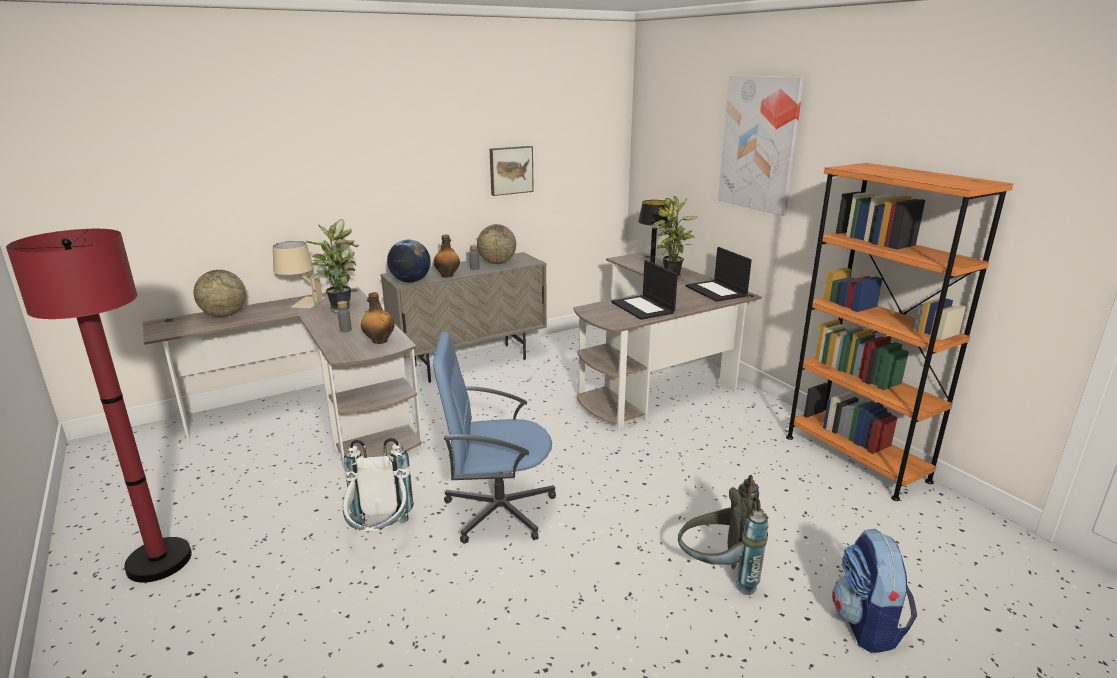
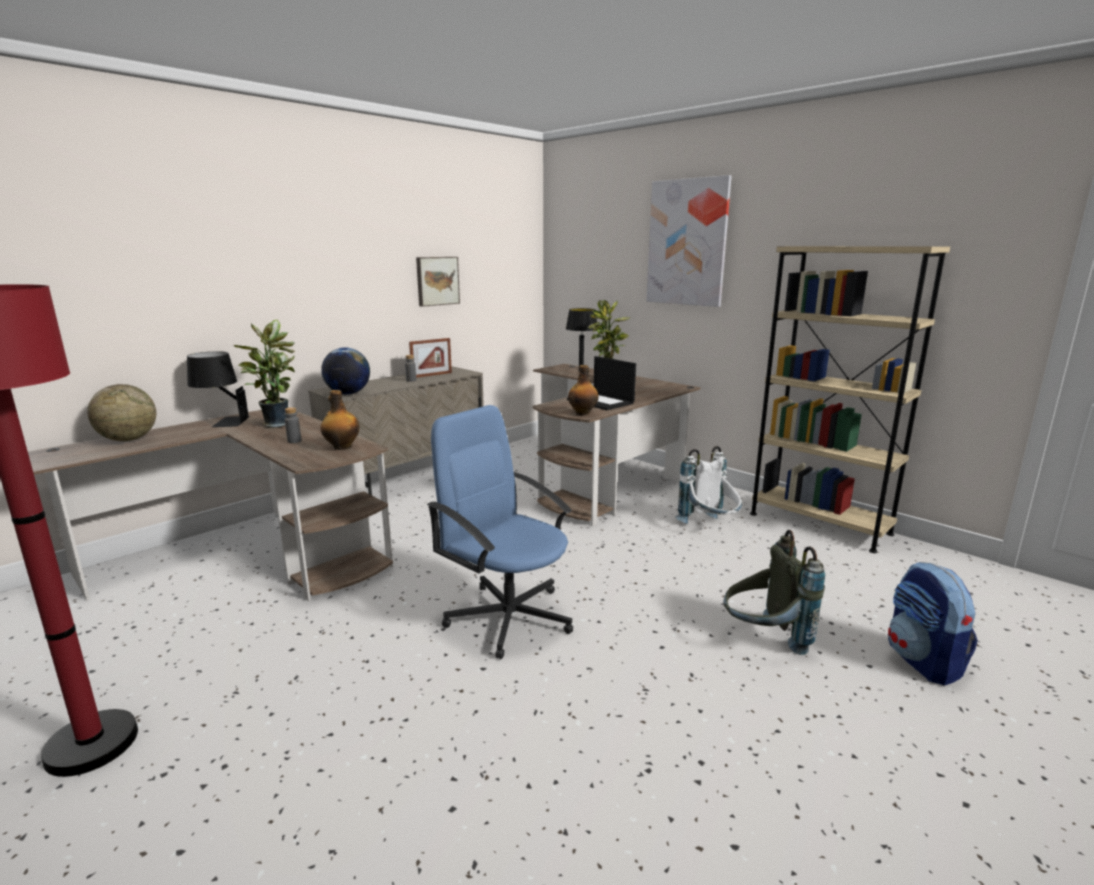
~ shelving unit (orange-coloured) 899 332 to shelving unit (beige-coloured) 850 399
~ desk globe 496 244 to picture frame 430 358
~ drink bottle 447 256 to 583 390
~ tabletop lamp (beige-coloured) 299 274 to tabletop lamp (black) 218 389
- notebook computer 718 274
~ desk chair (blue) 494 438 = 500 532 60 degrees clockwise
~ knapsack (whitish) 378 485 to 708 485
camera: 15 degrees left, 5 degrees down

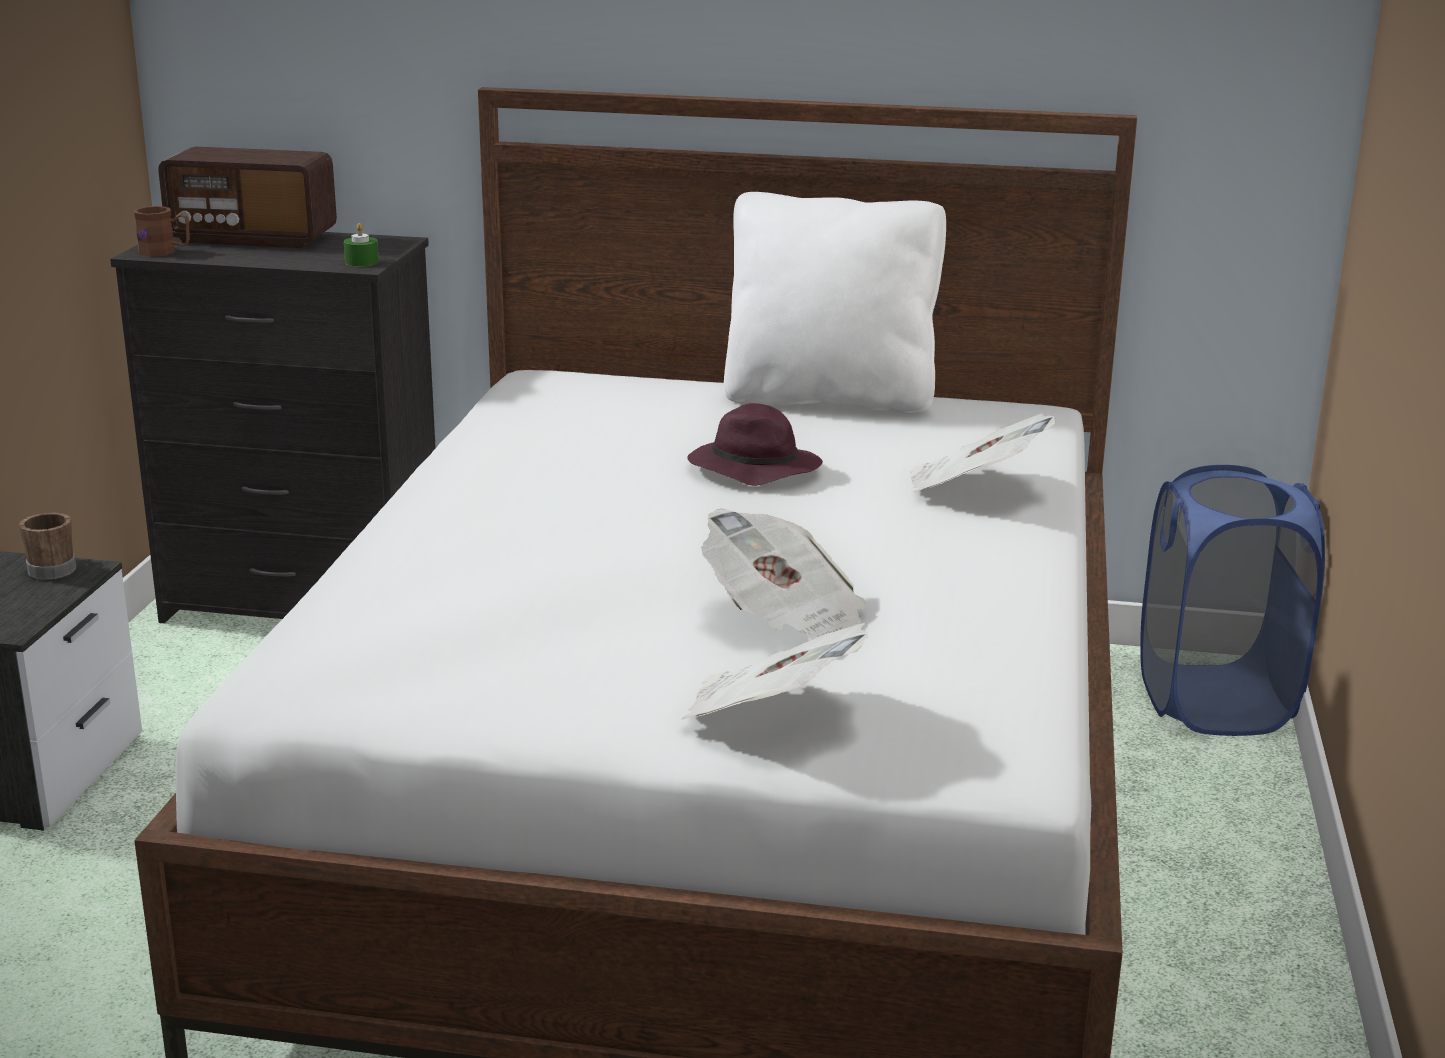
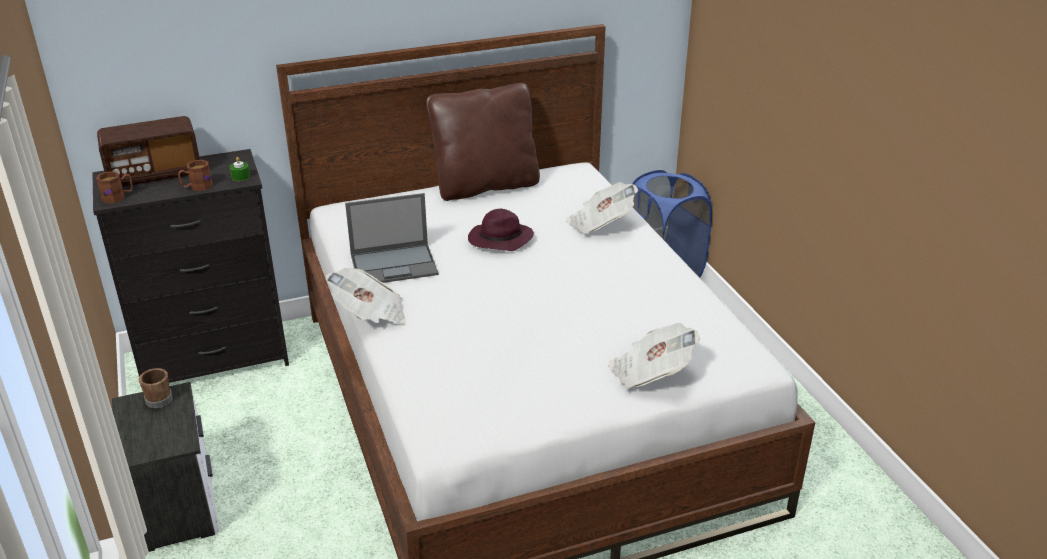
~ throw pillow (whitish) 835 303 to throw pillow (brown) 483 142
~ daily paper 784 574 to 366 296
+ coffee mug (brown) 195 175
+ notebook computer 391 238
camera: 30 degrees left, 10 degrees up

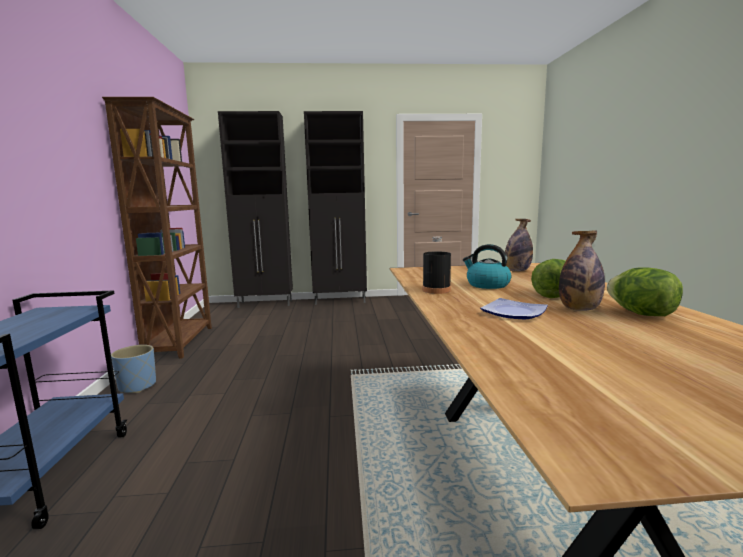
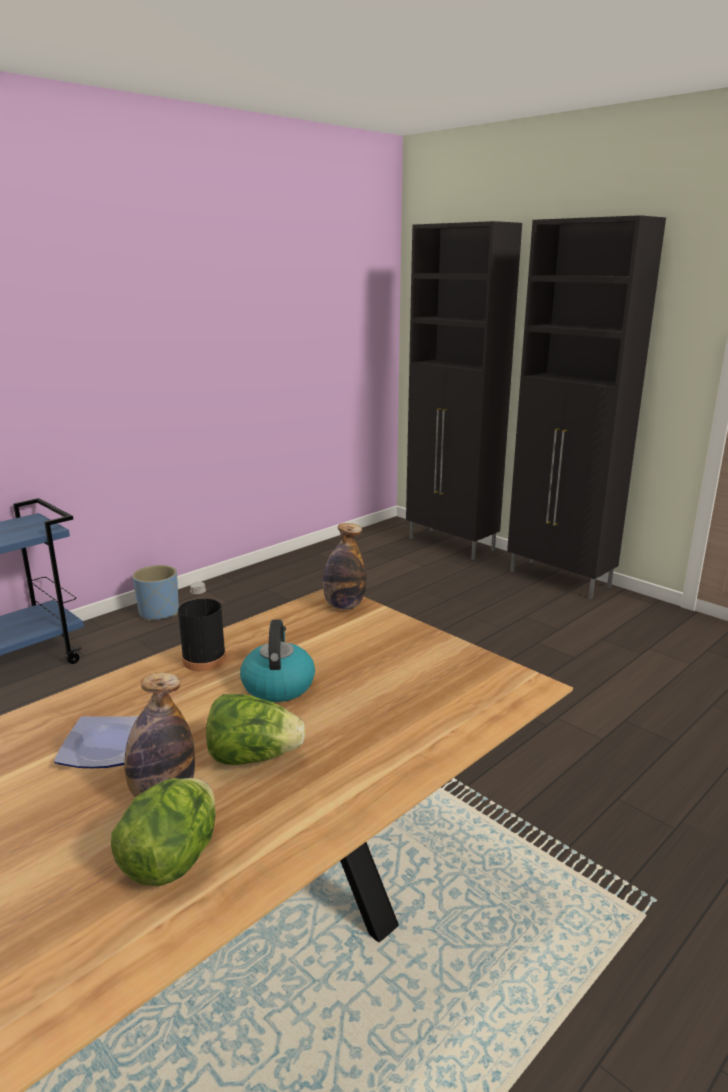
- shelving unit (brown) 157 228
~ drink bottle 519 245 to 345 566
camera: 50 degrees right, 10 degrees up

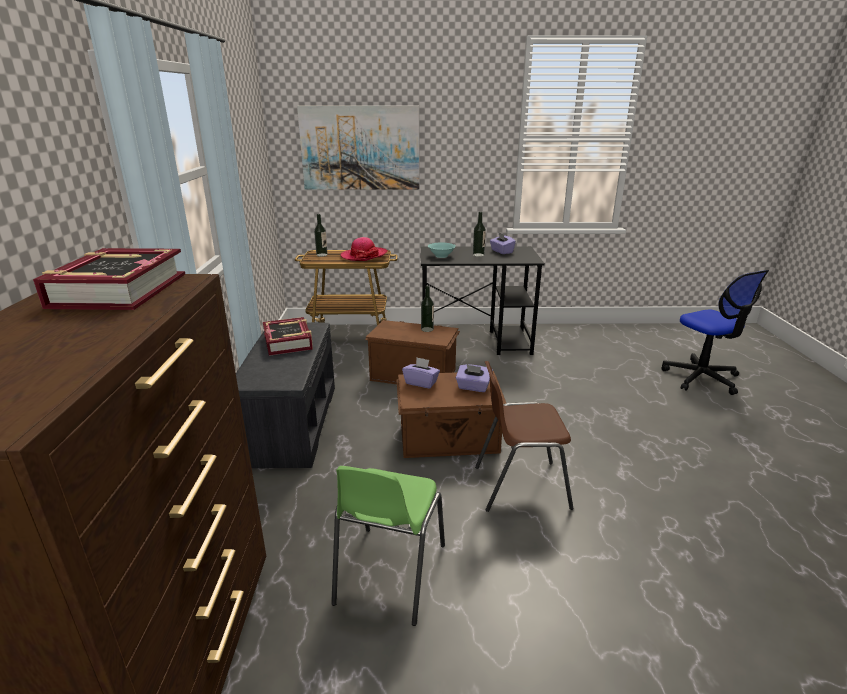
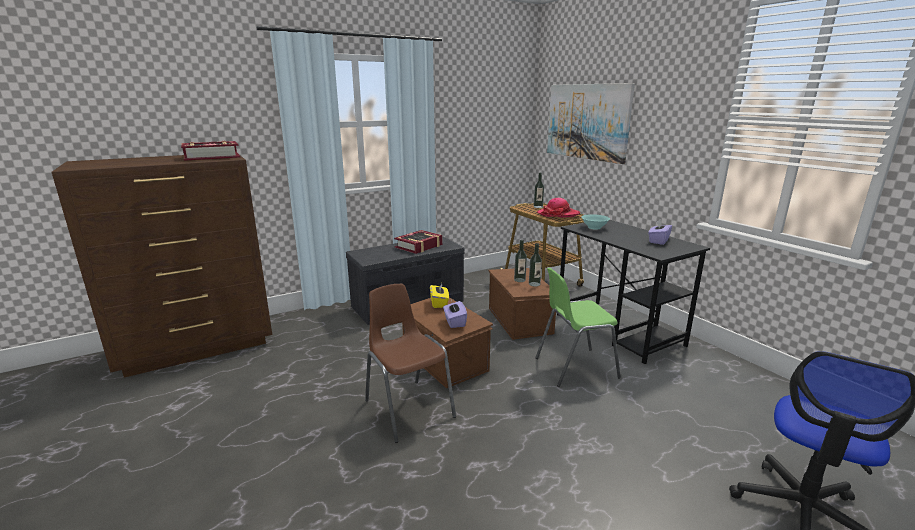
~ drink bottle 479 234 to 520 261
~ box of tissues (purple) 421 372 to box of tissues (yellowish) 439 295
~ chair (greenish) 388 546 to 578 327
camera: 60 degrees right, 5 degrees down

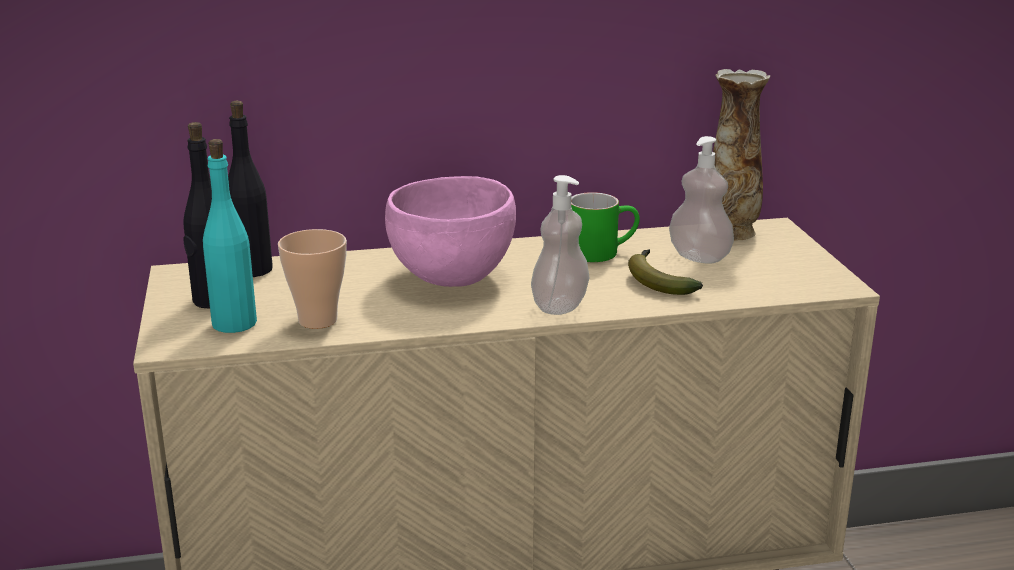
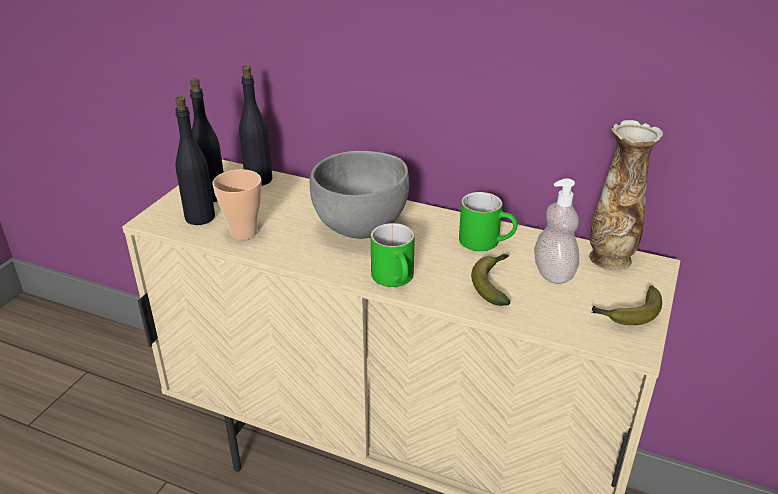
~ drink bottle (turquoise) 230 236 to drink bottle (black) 195 160
~ soap dispenser 560 245 to coffee mug (greenish) 393 255
~ deep dish (pinkish) 450 231 to deep dish (gray) 359 195
+ banana 627 305
camera: 35 degrees right, 10 degrees up

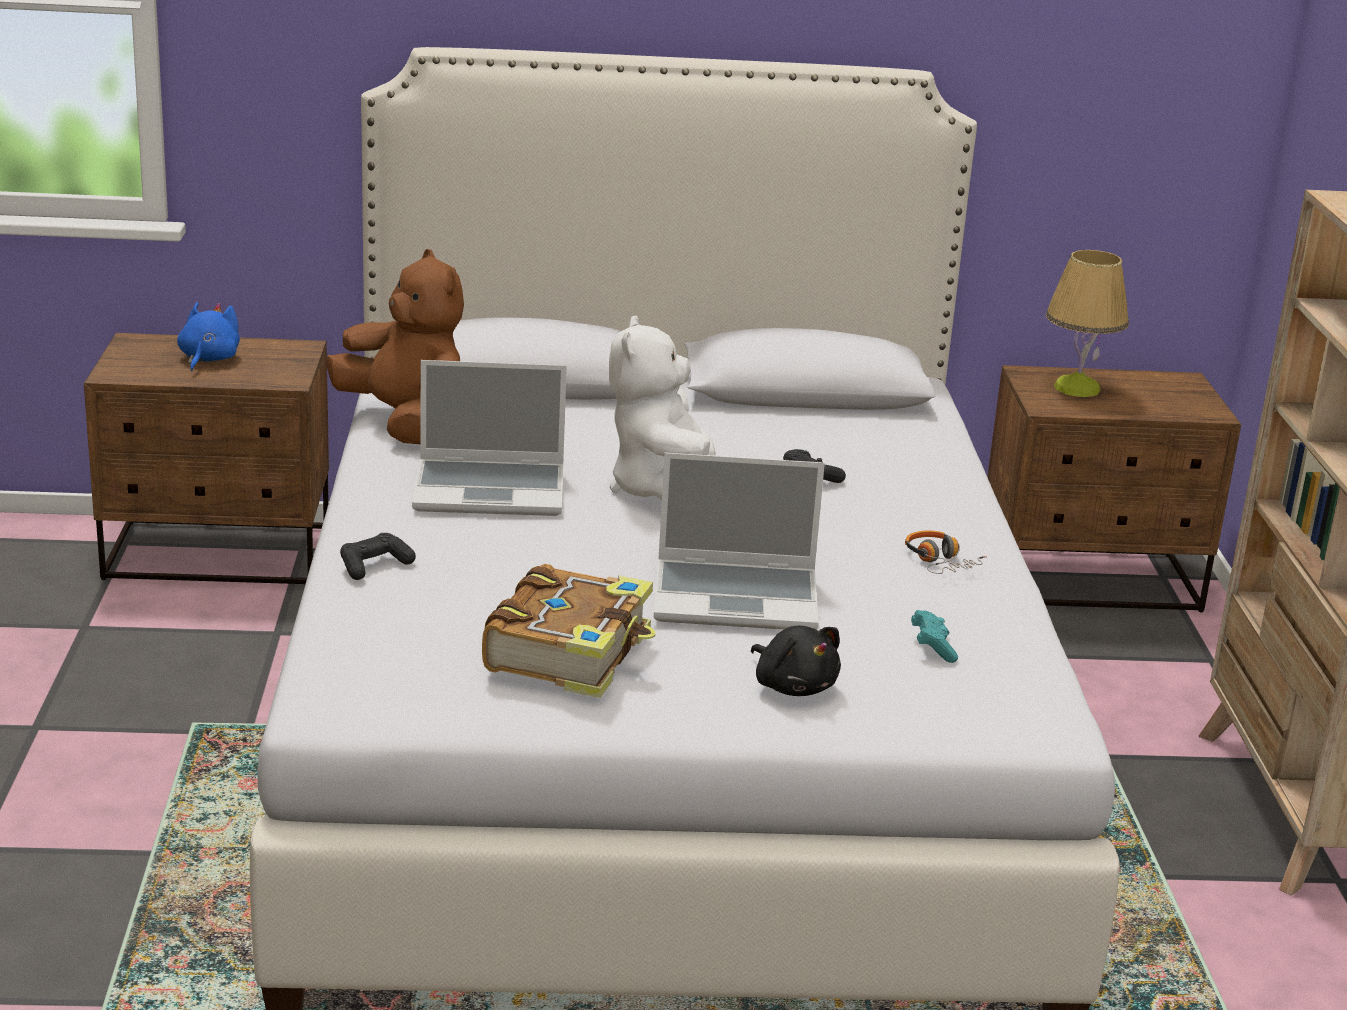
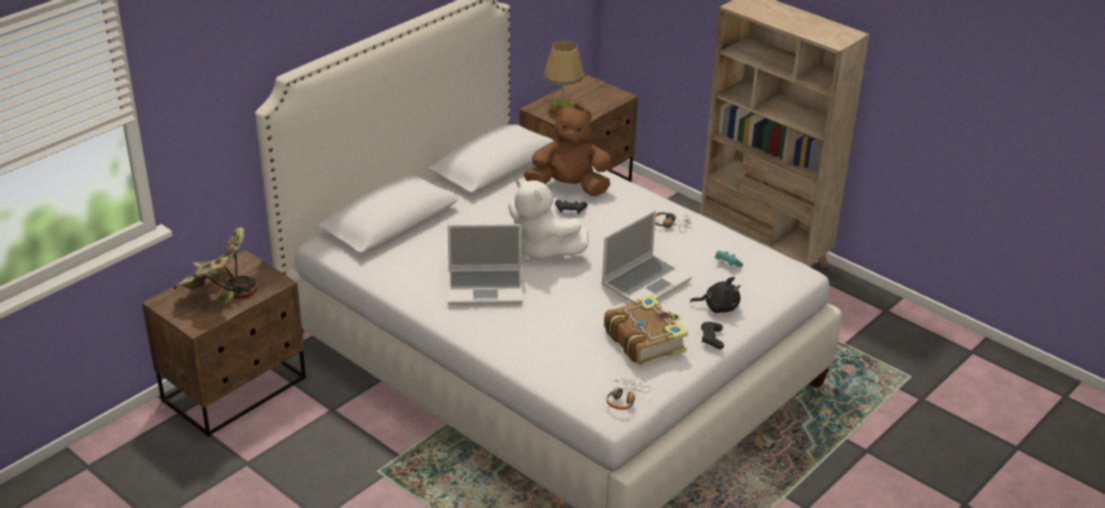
~ soft toy (brown) 394 346 to 567 150
~ soft toy (blue) 208 337 to plant in a pot 216 266
~ notebook computer 489 438 = 485 264 45 degrees clockwise
~ joypad (black) 378 556 to 712 335
+ headset 628 394
camera: 45 degrees left, 10 degrees up

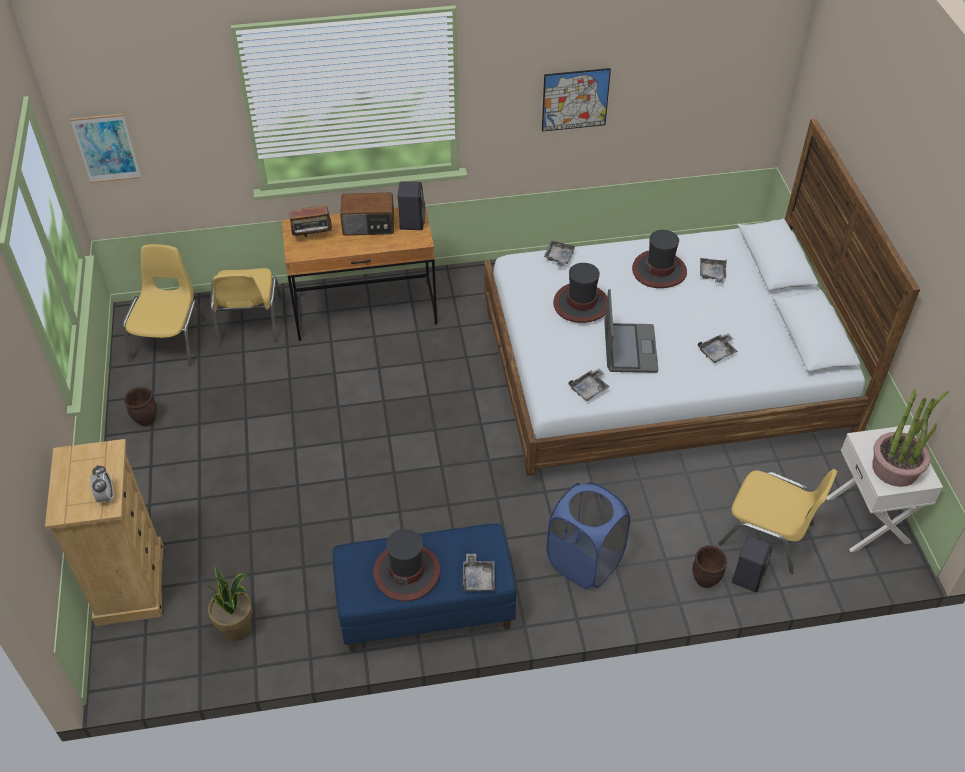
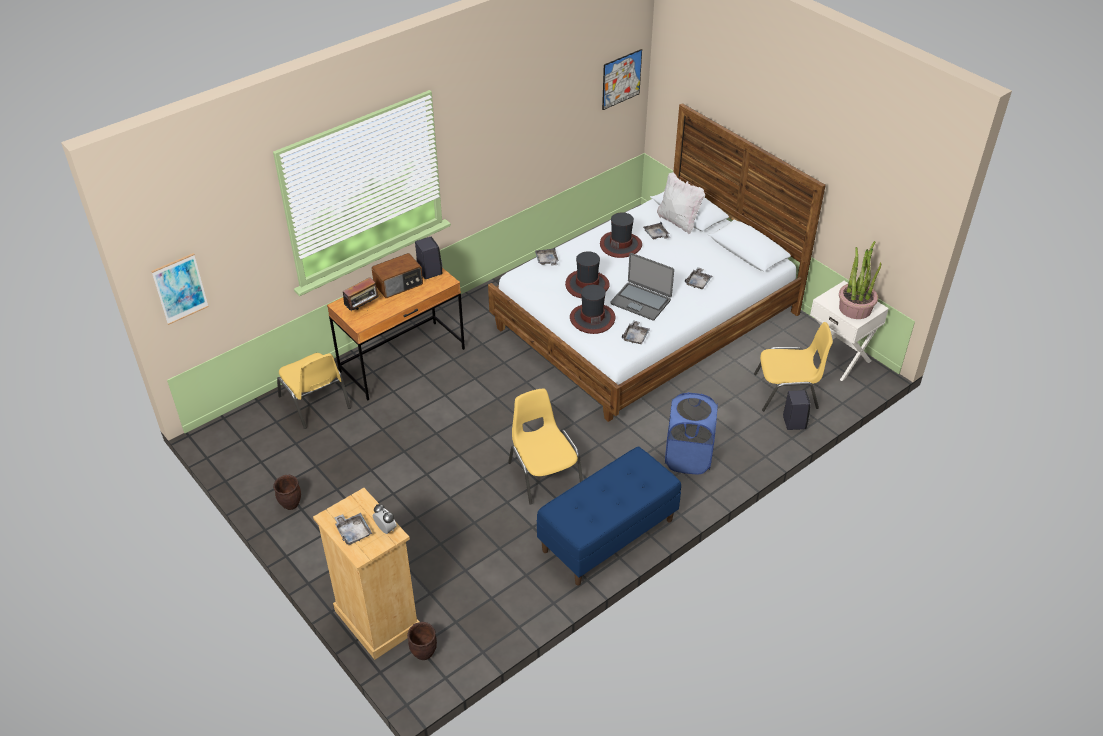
~ wall picture 576 100 to 622 79
~ chair (yellowish) 164 305 to 545 447
~ notebook computer 631 331 = 642 287 150 degrees clockwise
~ clothing hat 406 565 to 592 309
~ flower pot (brown) 709 566 to 422 641
~ tray (gray) 479 573 to 353 529
- plant in a pot 229 604
+ throw pillow (whitish) 681 203
camera: 30 degrees left, 5 degrees down

